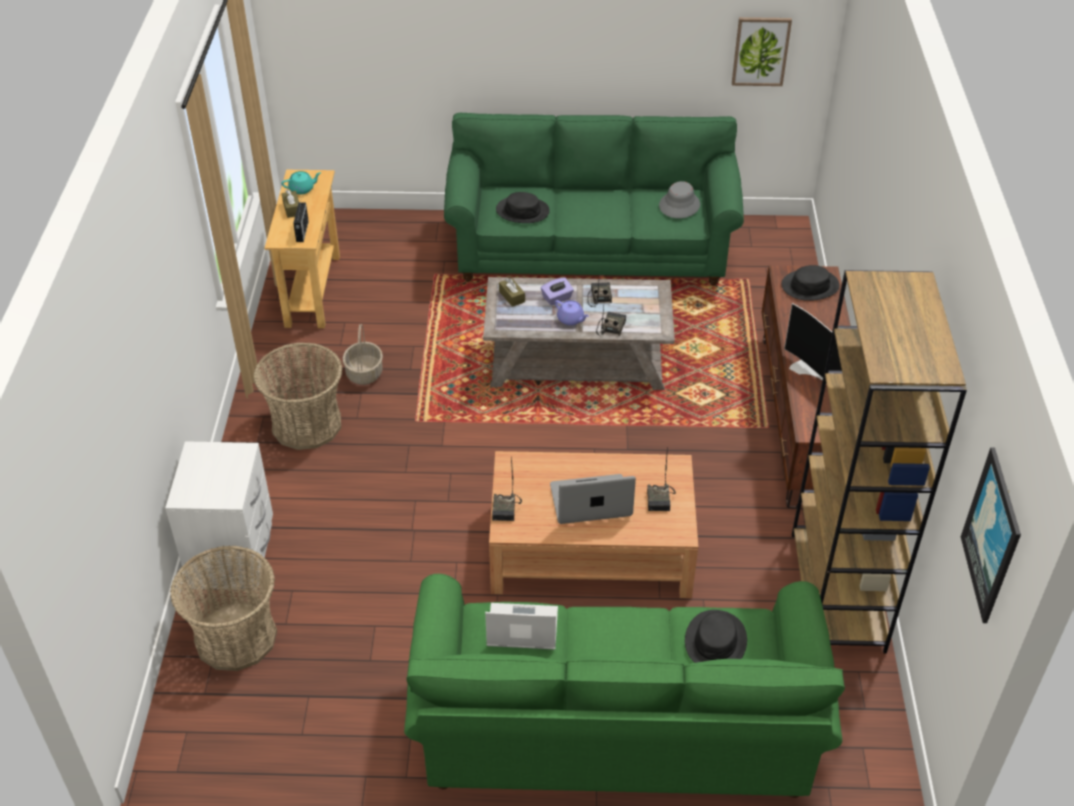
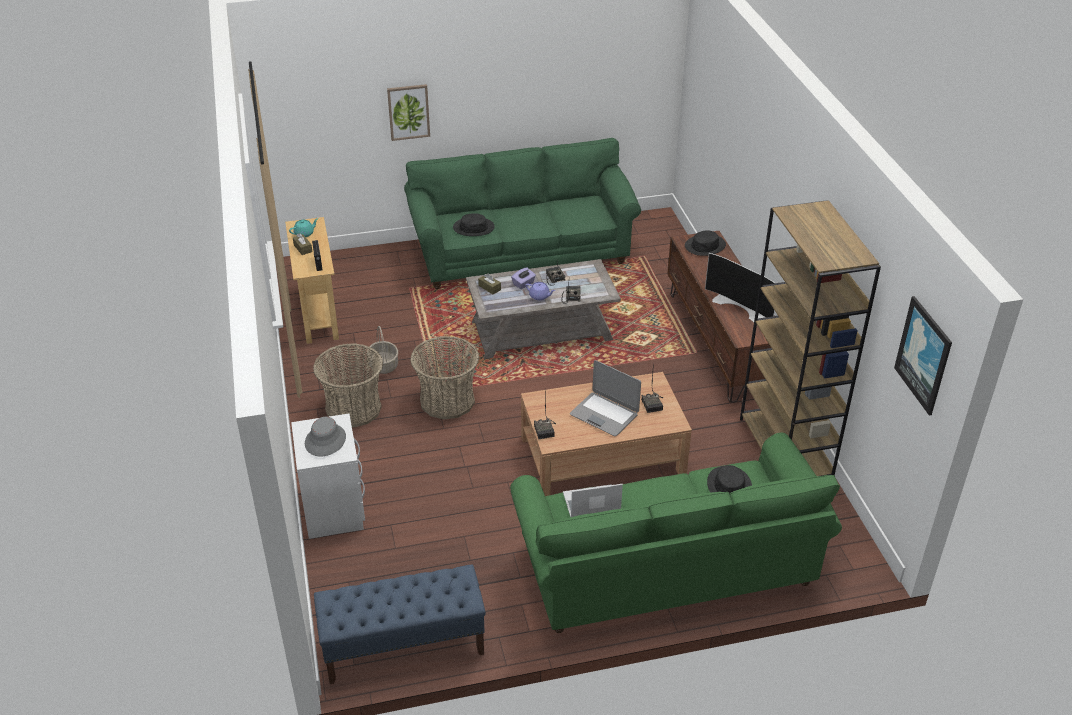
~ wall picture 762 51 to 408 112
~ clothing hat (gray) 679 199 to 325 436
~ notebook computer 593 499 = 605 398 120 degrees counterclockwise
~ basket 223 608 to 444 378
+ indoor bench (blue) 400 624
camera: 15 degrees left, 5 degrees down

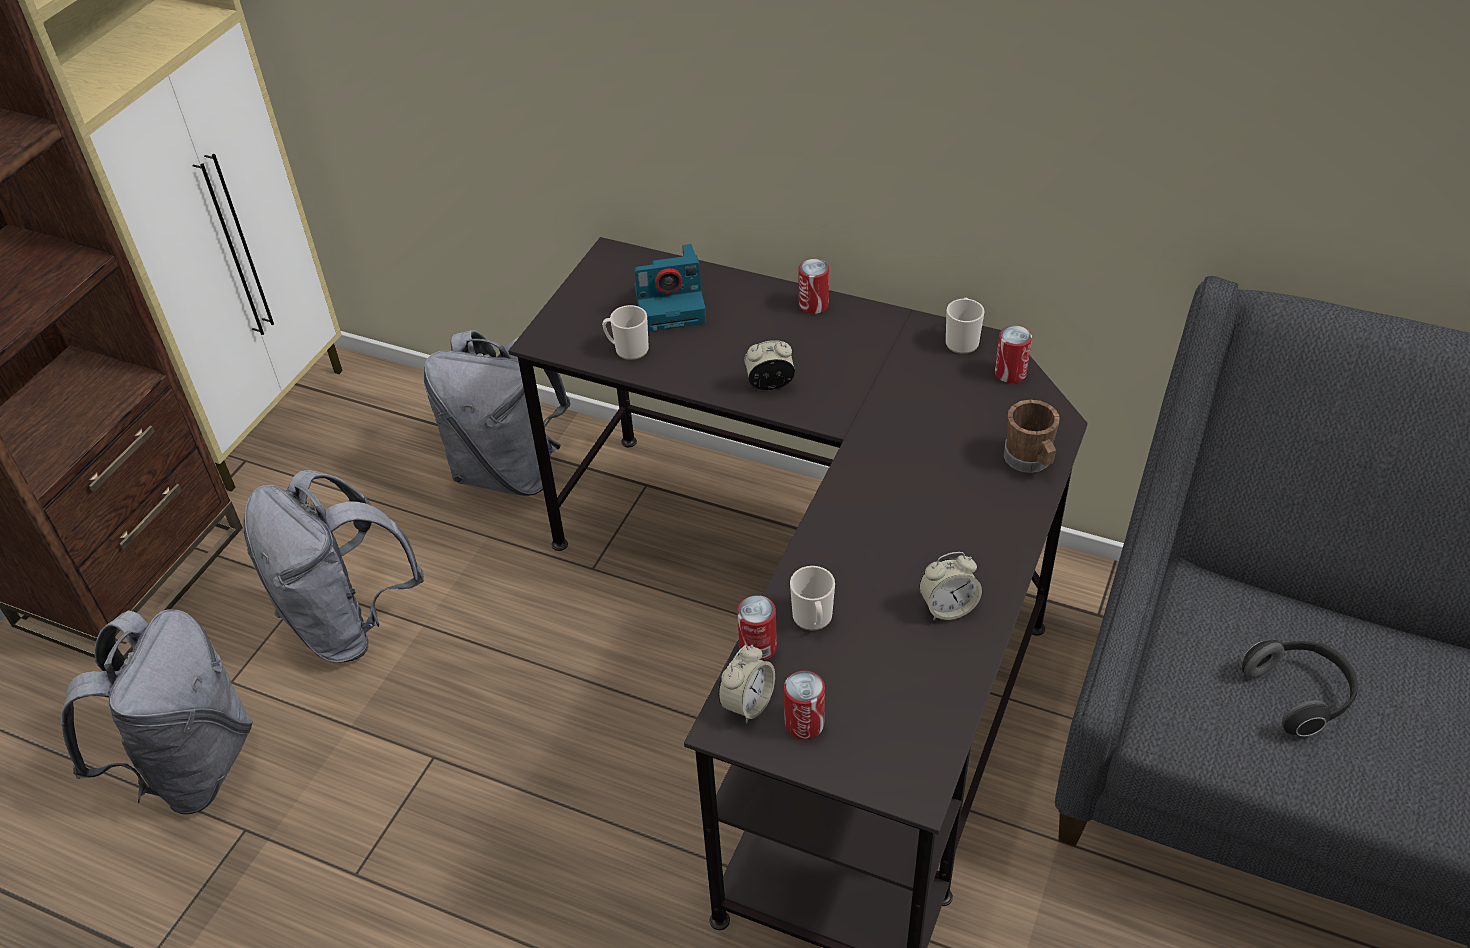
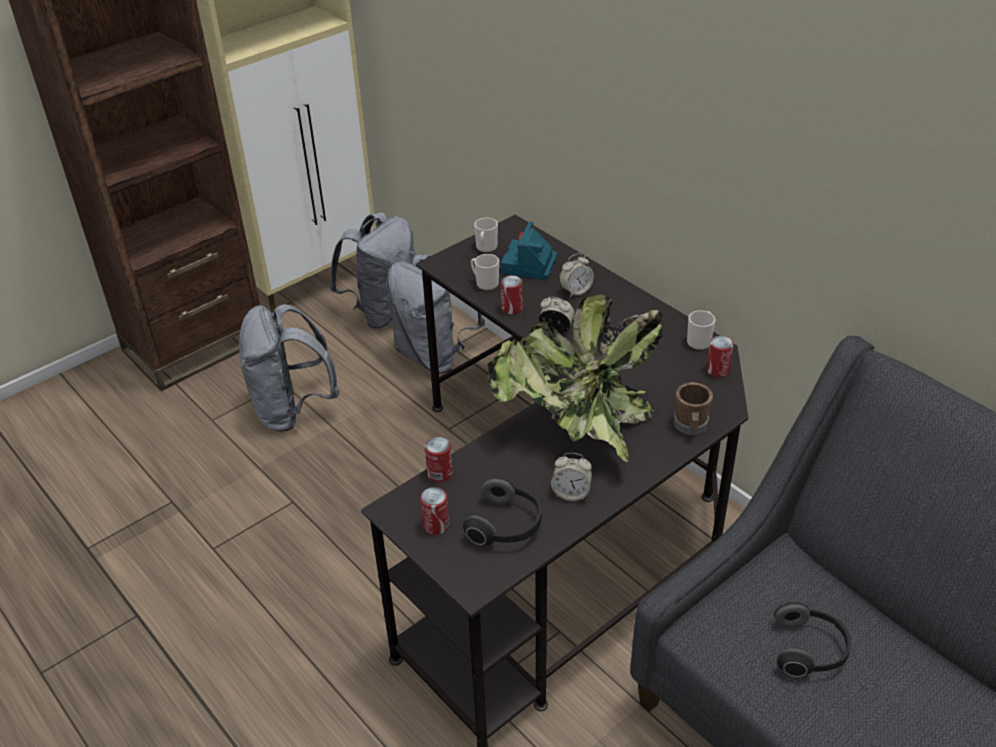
~ still camera 670 288 = 529 251 90 degrees clockwise
~ can 814 286 to 512 294
~ coffee mug 812 598 to 486 235
~ knapsack (gray) 157 712 to 372 270
~ bedside clock 746 684 to 576 275
+ plant in a pot 575 378
+ headset 502 511
camera: 25 degrees right, 5 degrees down

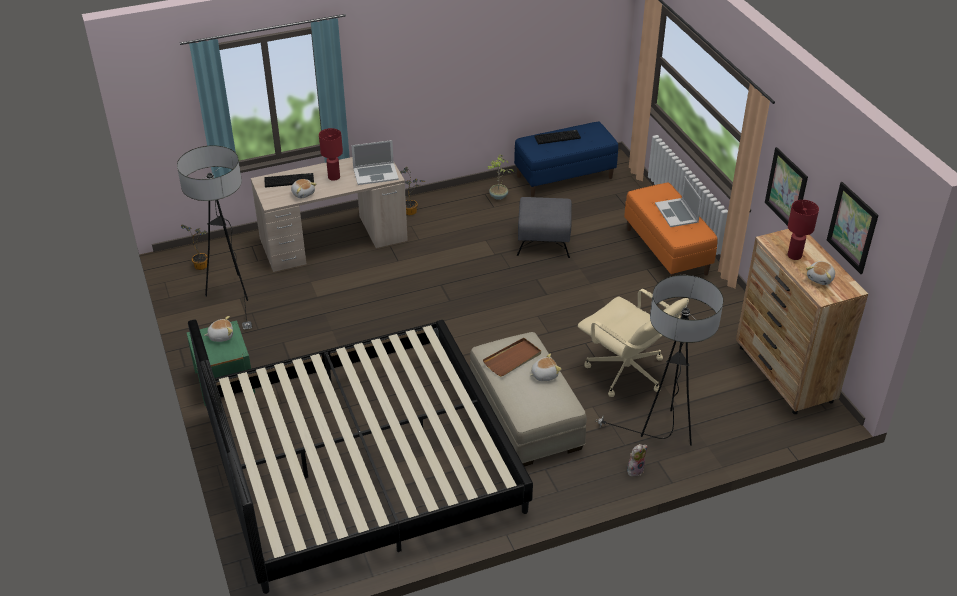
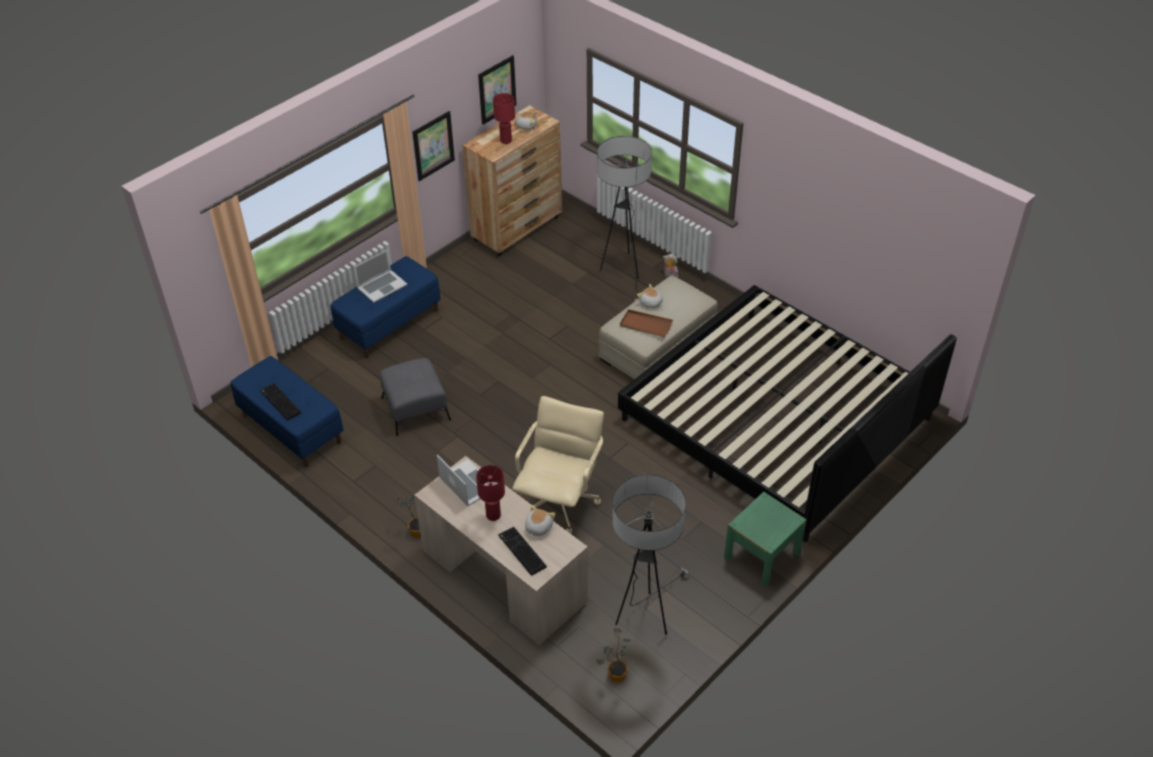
- plant in a pot 501 177
~ indoor bench (orange-coloured) 671 229 to indoor bench (blue) 386 307
~ desk chair (beige-coloured) 633 343 to 558 465
- soft toy 218 329
camera: 115 degrees left, 5 degrees up

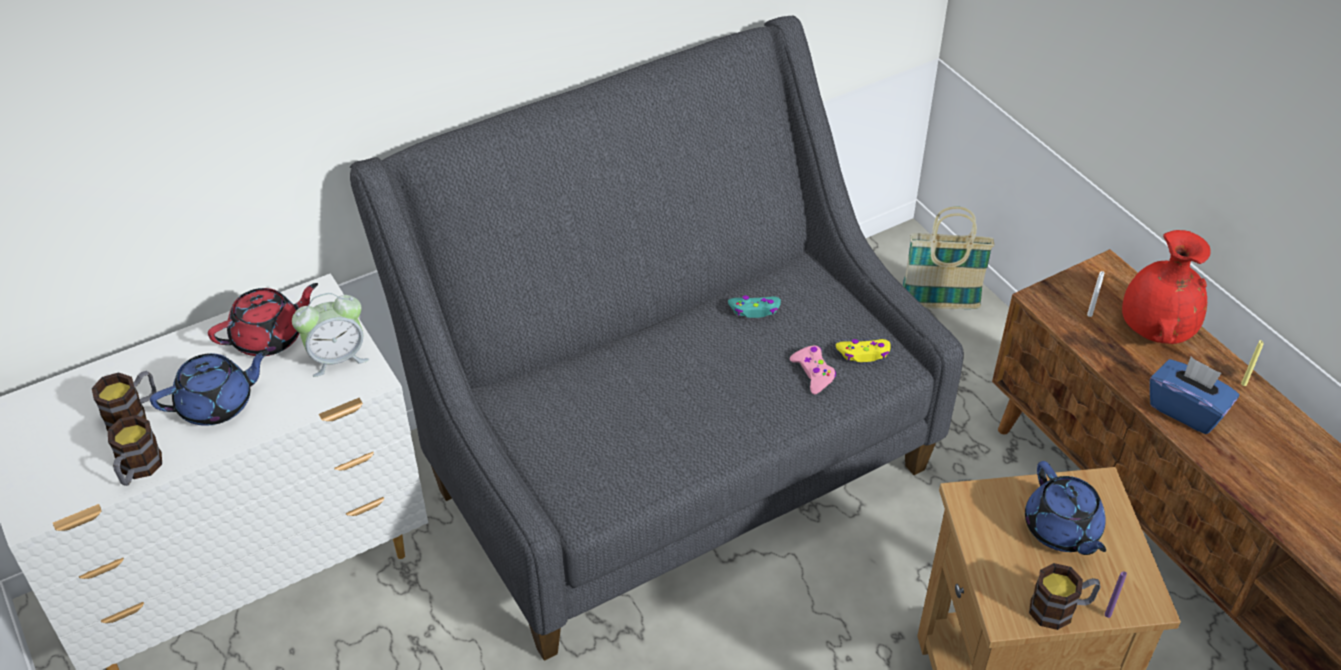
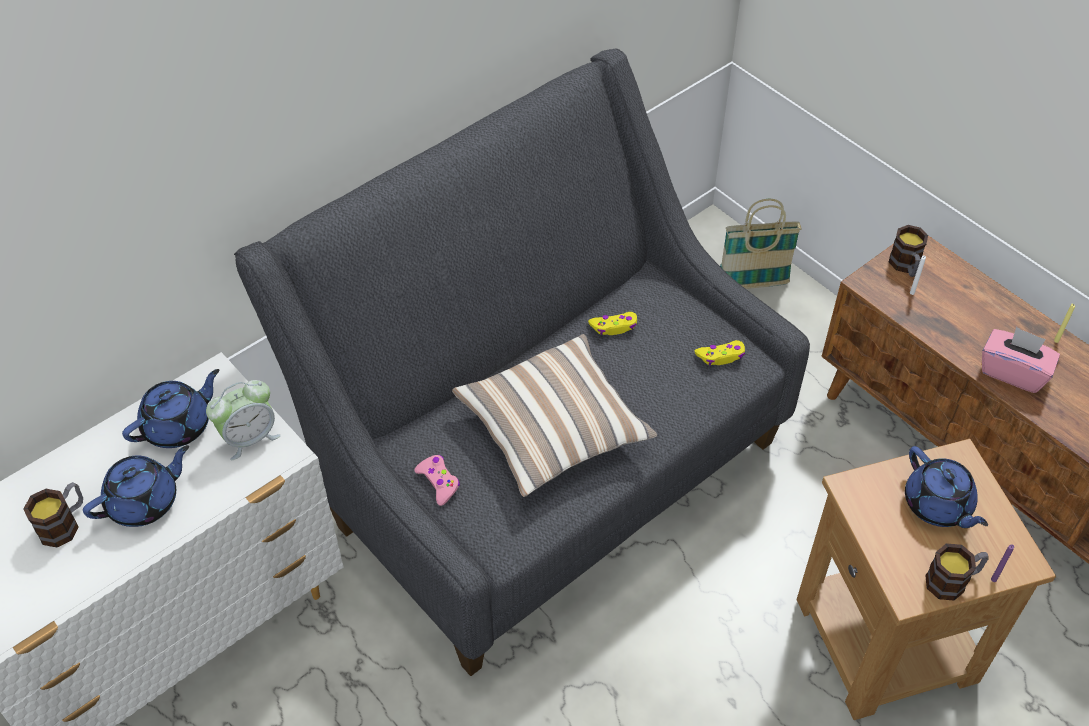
- flower vase (red) 1166 287
~ teapot (red) 263 319 to teapot (blue) 170 408
~ joypad (turquoise) 754 307 to joypad (yellowish) 612 323
~ joypad (pinkish) 813 369 to 437 480
~ box of tissues (blue) 1194 395 to box of tissues (pinkish) 1021 360
~ coffee mug 135 450 to 908 251
+ throw pillow 554 415
camera: 10 degrees left, 5 degrees up

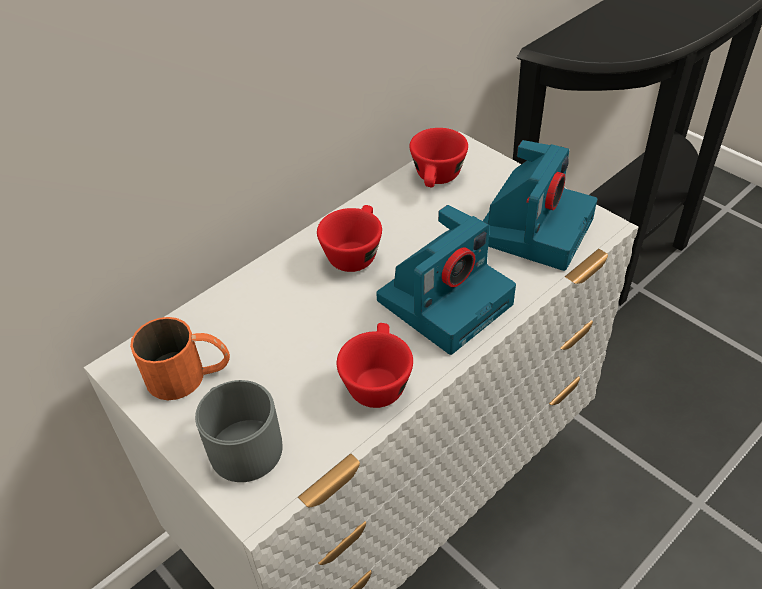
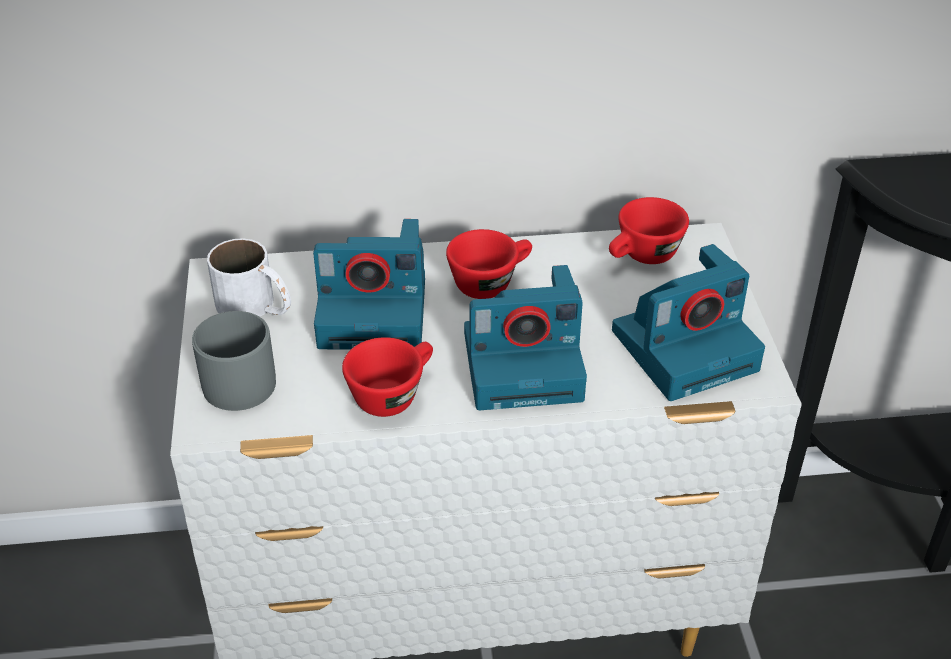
~ coffee mug (orange-coloured) 180 358 to coffee mug (whitish) 249 277
+ still camera 369 284
camera: 35 degrees right, 5 degrees down

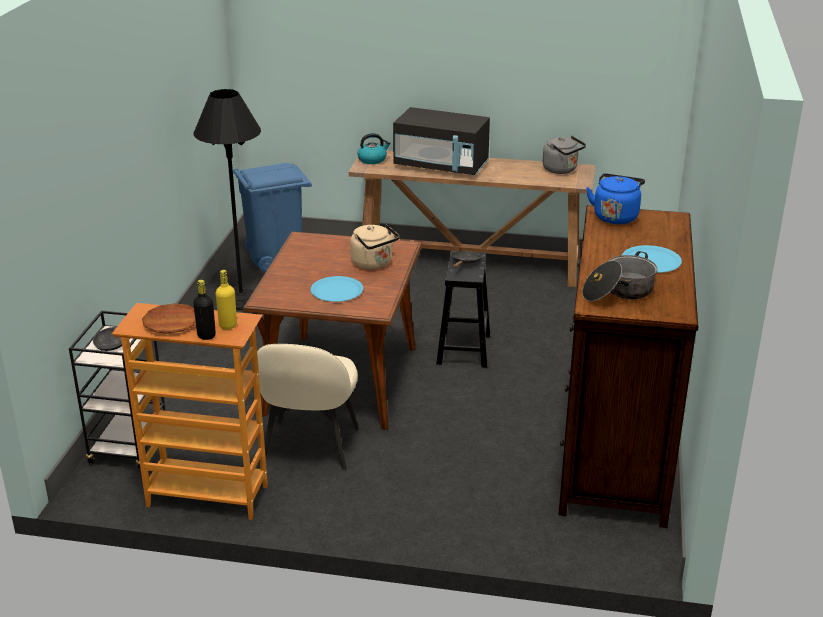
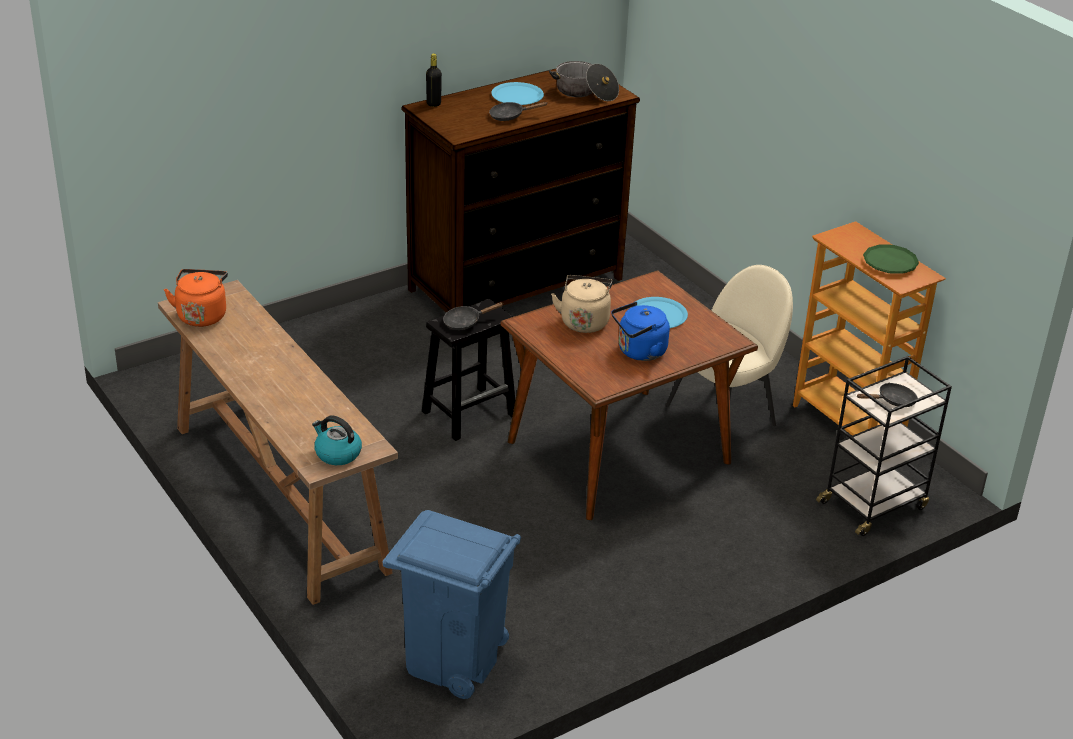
- floor lamp (black) 227 199
- microwave oven (black) 441 141
~ tea kettle (gray) 564 155 to tea kettle (orange-coloured) 196 298
~ tea kettle (blue) 615 198 to 640 331
- drink bottle (yellowish) 226 299
~ drink bottle (black) 204 310 to 434 80
~ flat dish (brown) 169 318 to flat dish (greenish) 891 259
+ pan (black) 518 111
camera: 135 degrees left, 5 degrees up

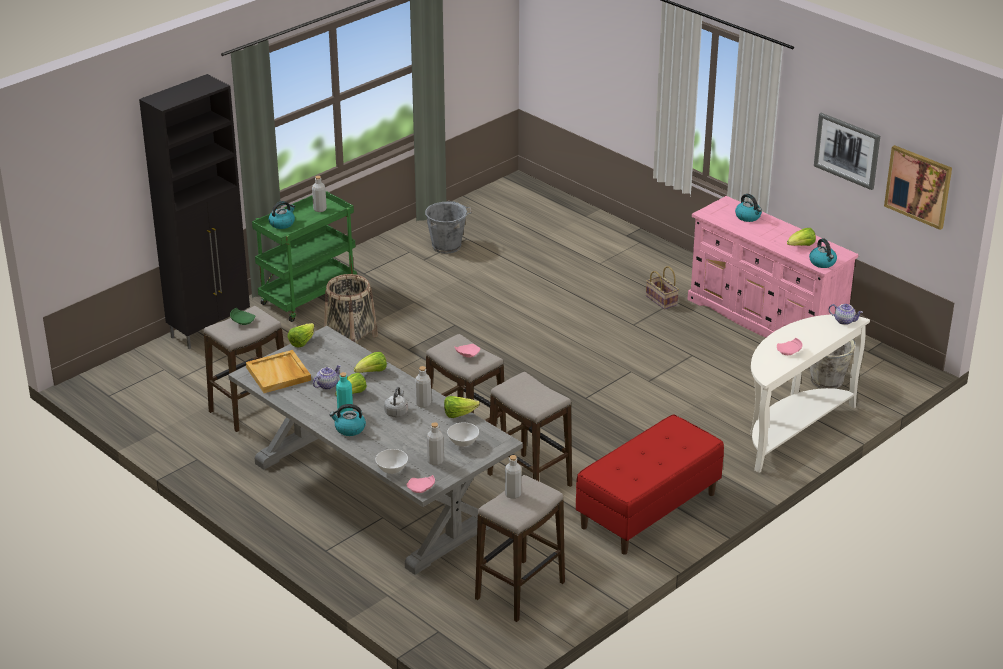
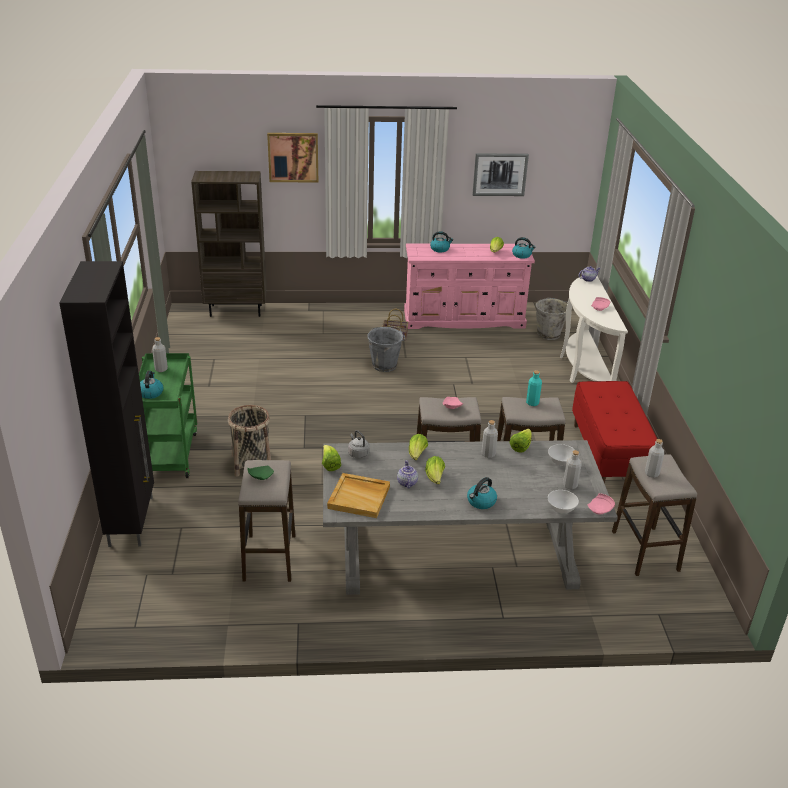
~ wall picture 918 187 to 292 157
~ bucket (gray) 448 227 to 386 349
~ drink bottle (turquoise) 344 392 to 534 388
~ tea kettle (gray) 396 402 to 359 444
+ shelving unit (brown) 229 244
camera: 50 degrees left, 0 degrees up

